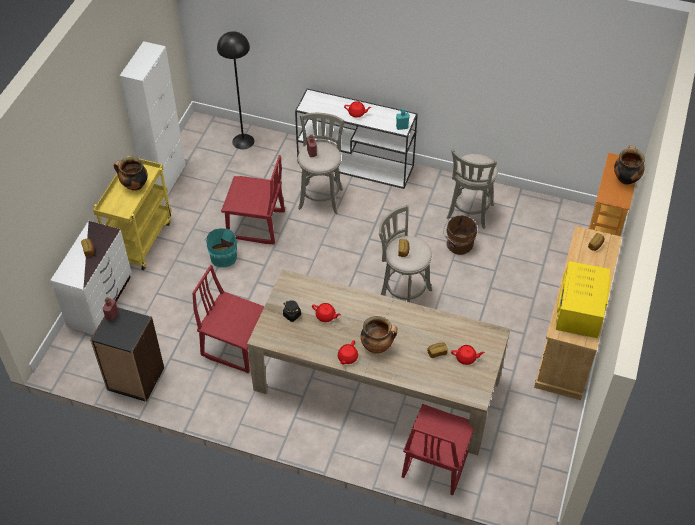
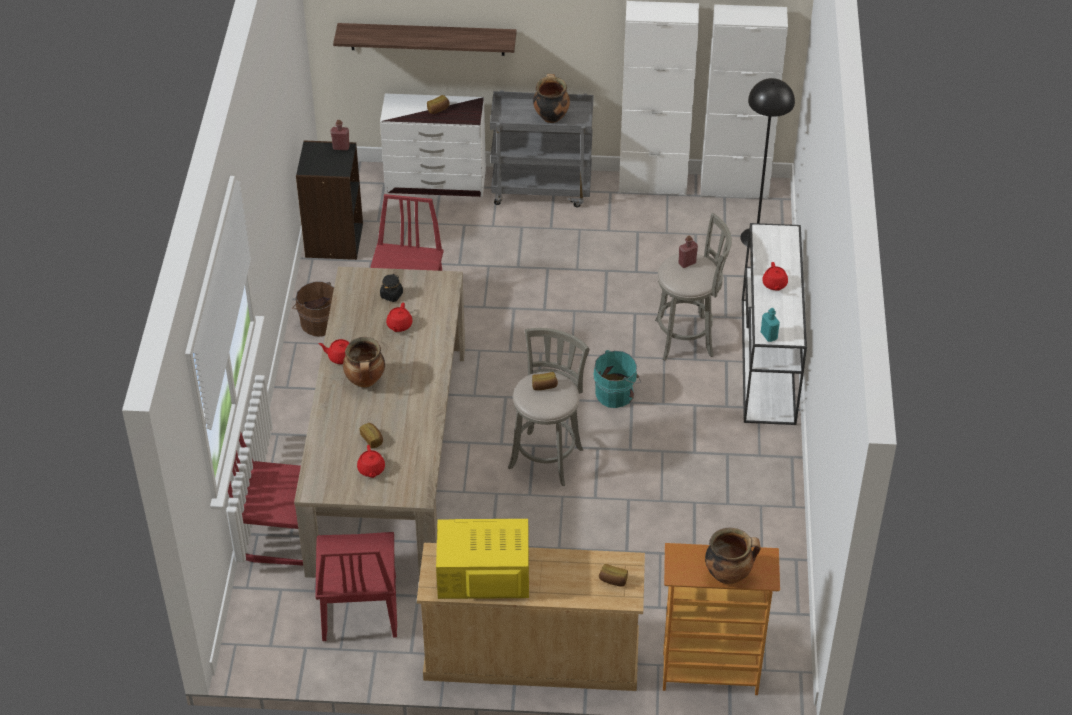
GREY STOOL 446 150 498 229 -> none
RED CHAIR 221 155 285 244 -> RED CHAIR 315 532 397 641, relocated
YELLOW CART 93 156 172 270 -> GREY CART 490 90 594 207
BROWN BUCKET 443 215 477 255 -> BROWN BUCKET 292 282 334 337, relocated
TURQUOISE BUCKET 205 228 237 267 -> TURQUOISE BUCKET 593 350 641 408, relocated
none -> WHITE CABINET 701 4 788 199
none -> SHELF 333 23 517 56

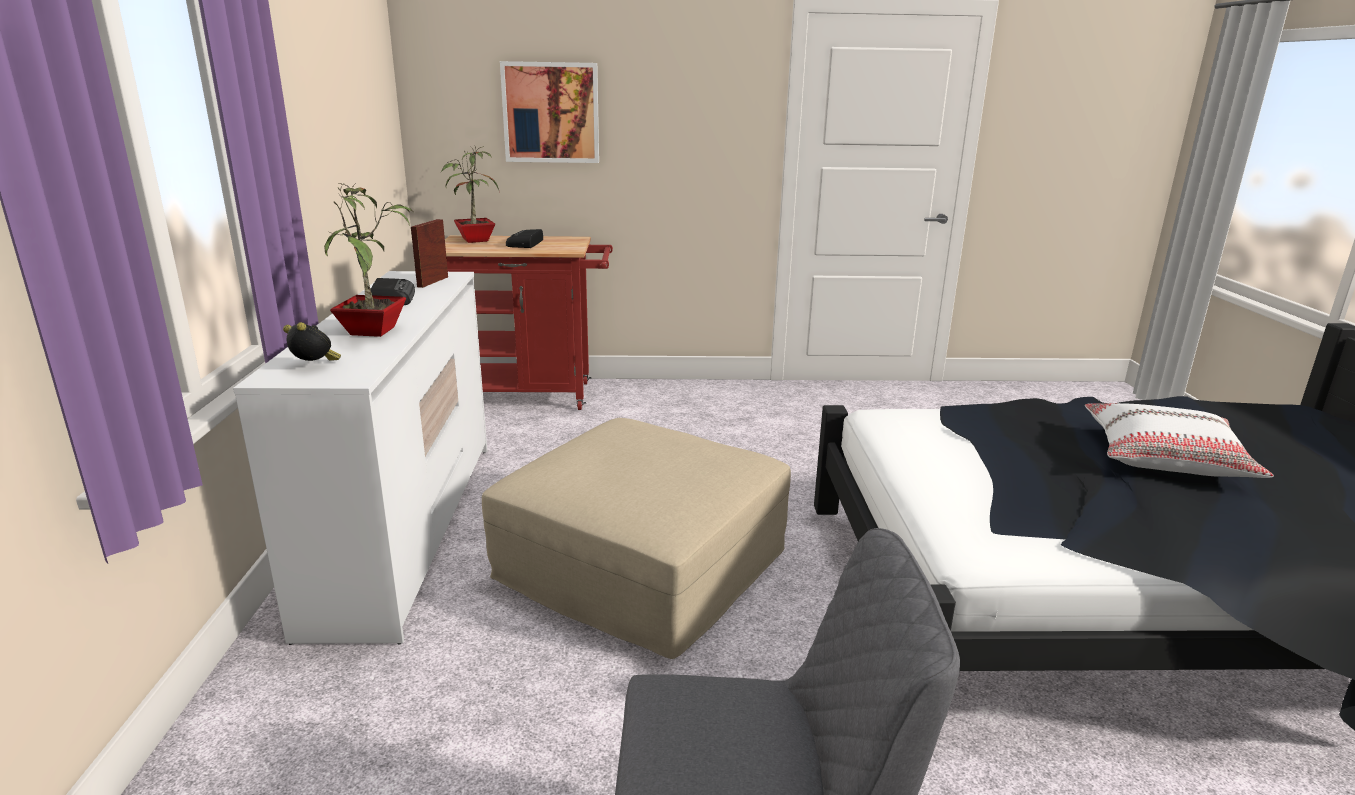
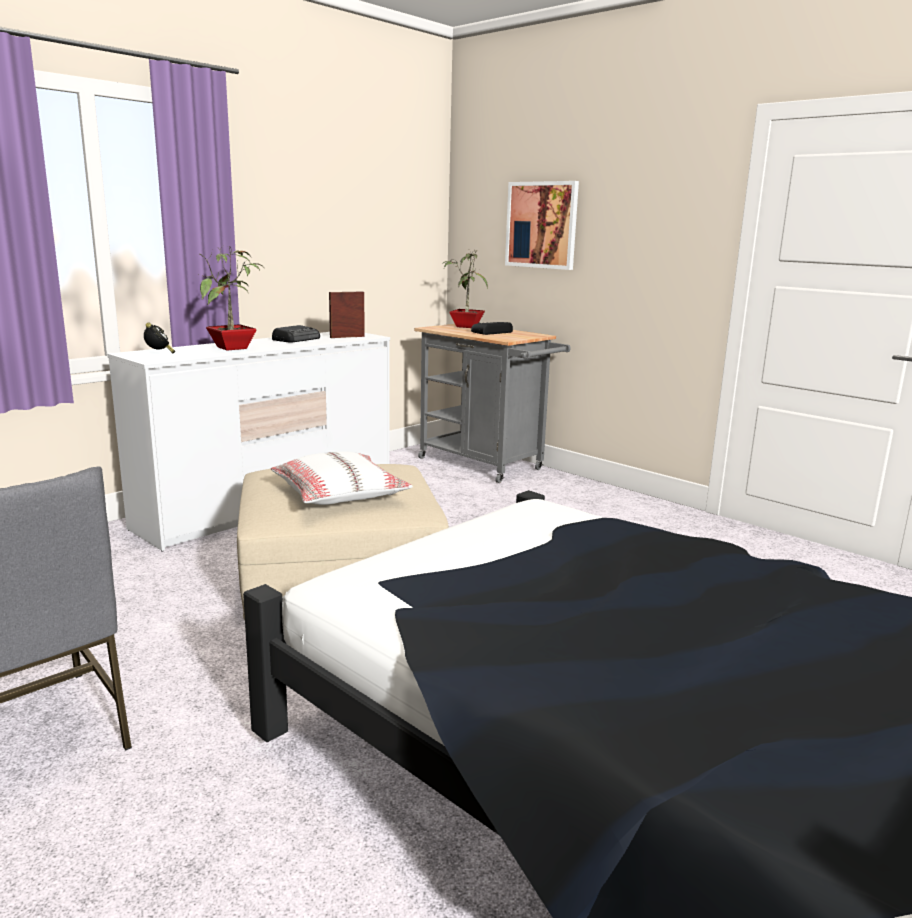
RED CART 445 235 613 410 -> GREY CART 414 324 570 483
WHITE PILLOW 1085 403 1274 478 -> WHITE PILLOW 271 451 413 505, relocated

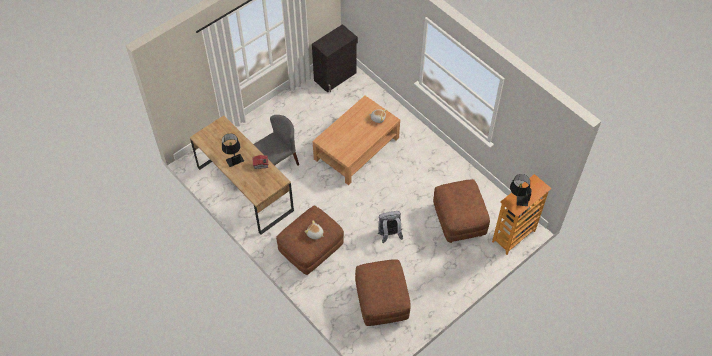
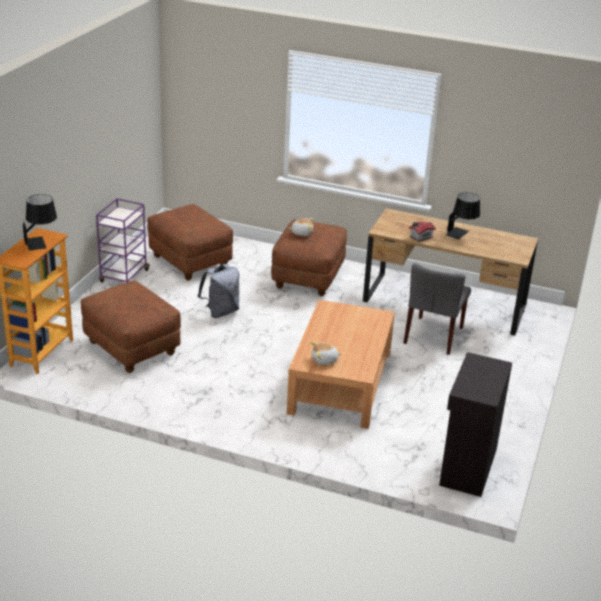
none -> PURPLE CART 96 198 150 283

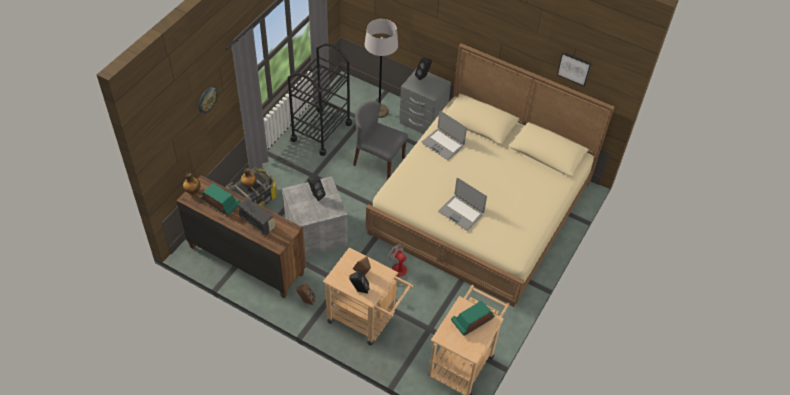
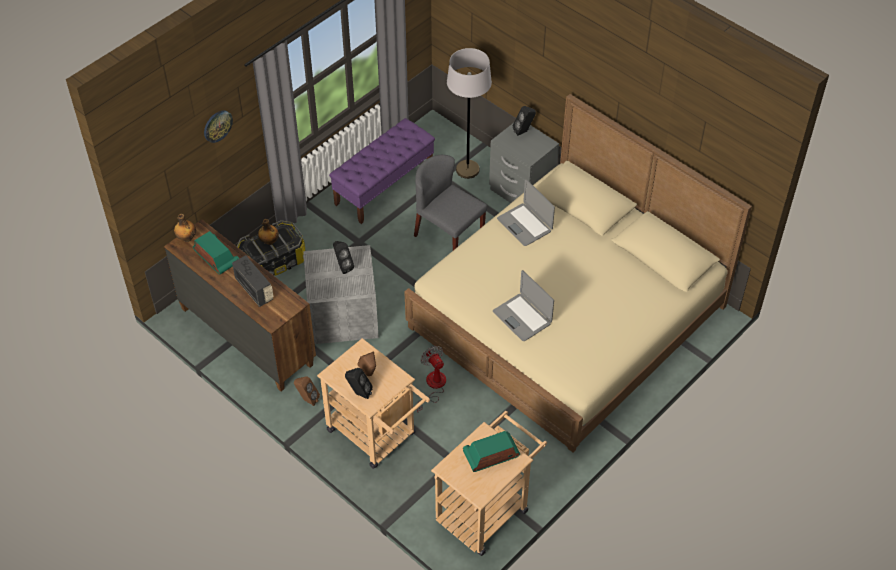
BLACK CART 288 43 352 156 -> PURPLE BENCH 329 118 435 224
PICTURE 557 52 592 86 -> none

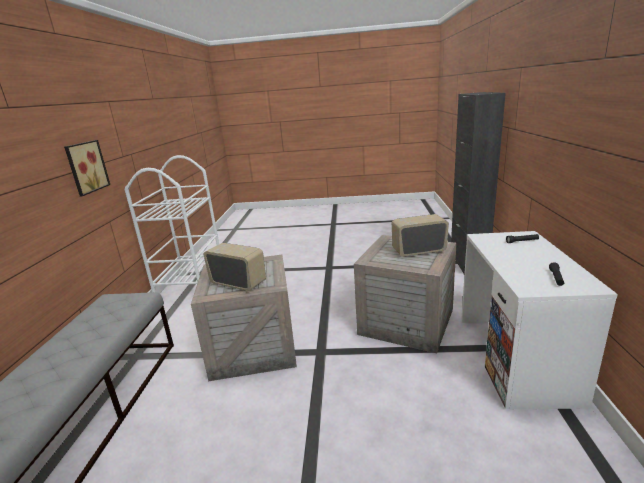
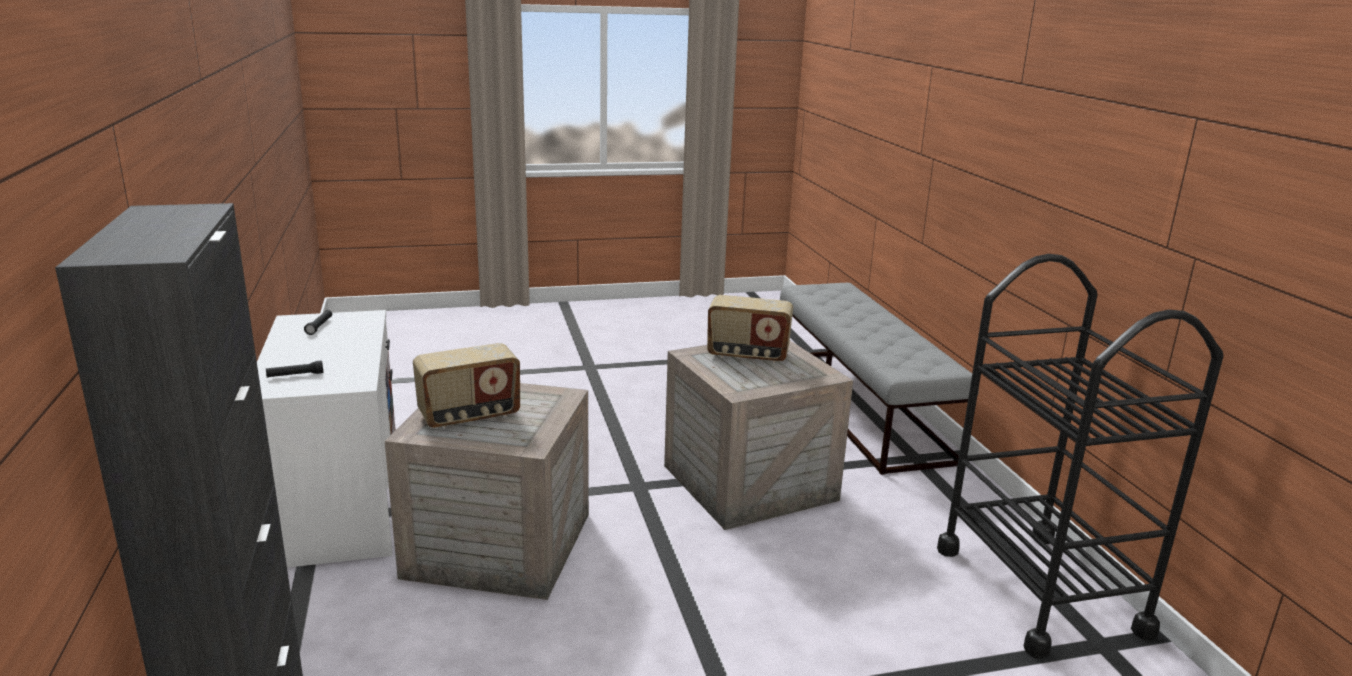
PICTURE 64 140 110 197 -> none
WHITE CART 125 155 219 292 -> BLACK CART 937 254 1223 659

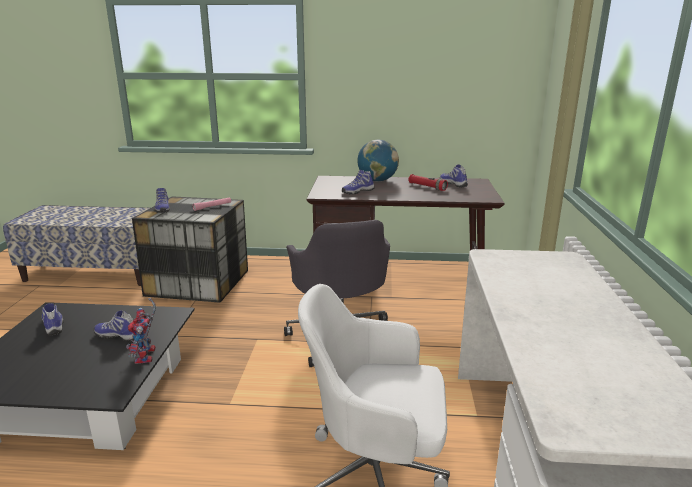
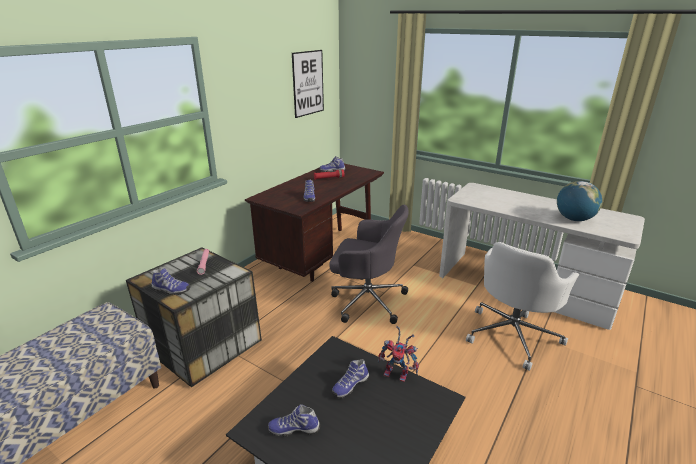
GLOBE 357 140 399 181 -> GLOBE 557 181 602 221, relocated
none -> PICTURE 292 50 324 118

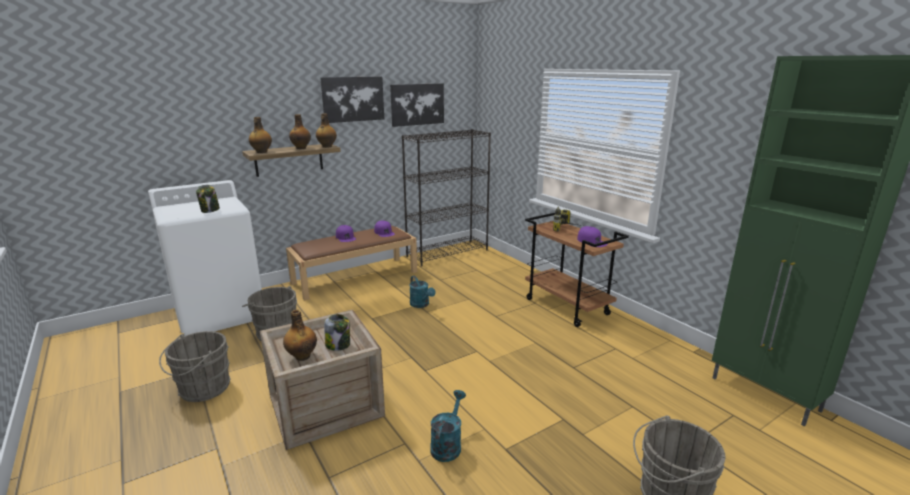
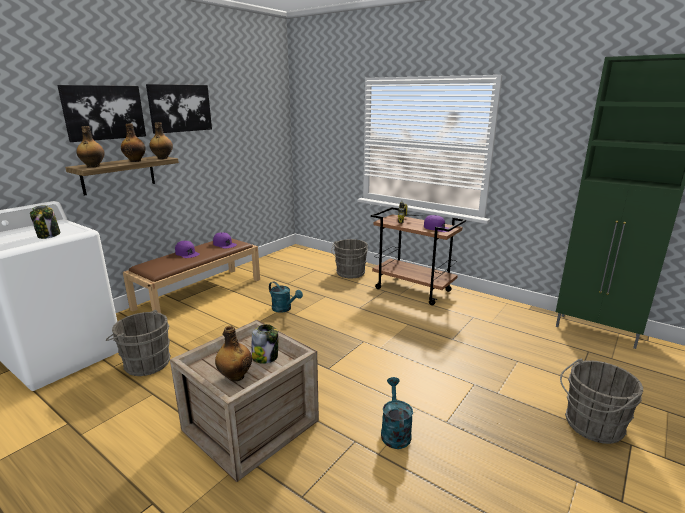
PICTURE 390 83 444 127 -> PICTURE 57 85 146 142, relocated
BLACK BOOKCASE 402 129 491 267 -> none
GREY BUCKET 159 331 231 402 -> GREY BUCKET 331 239 368 278, relocated

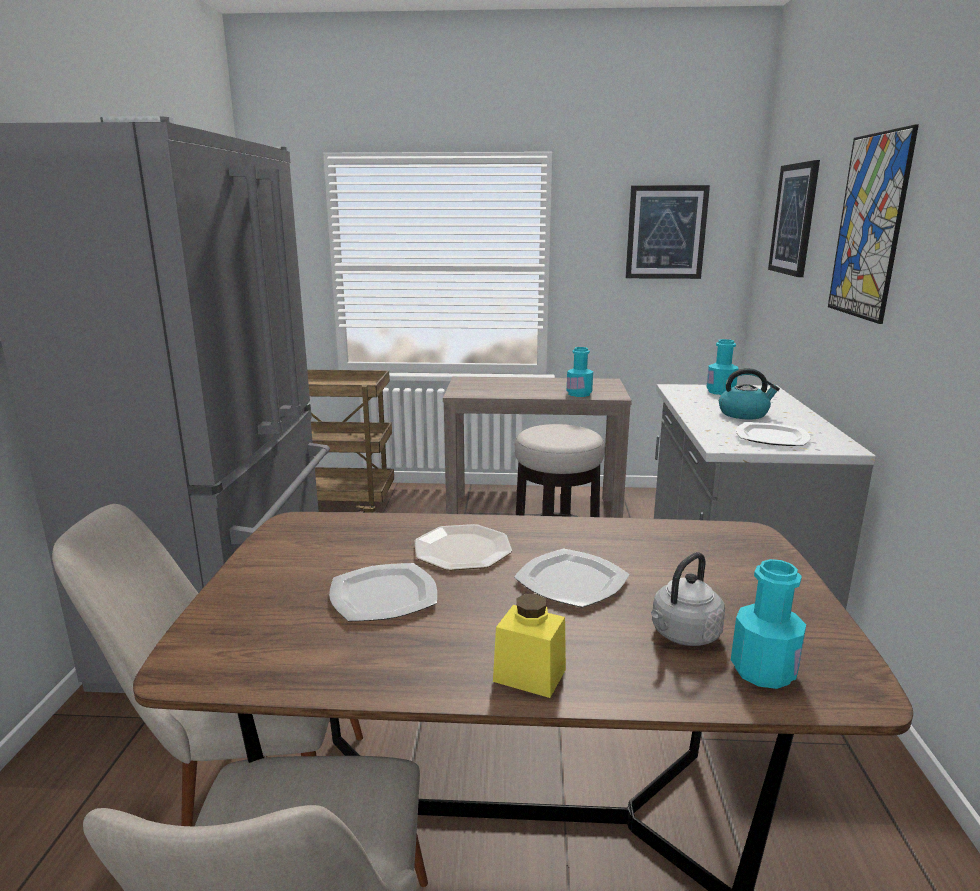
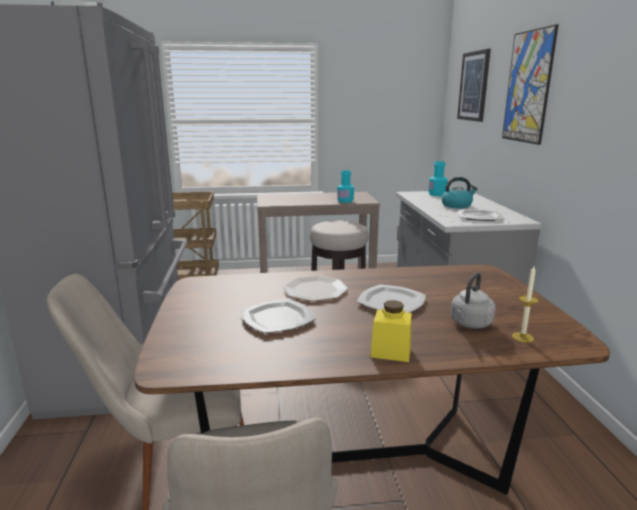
PICTURE 625 185 710 279 -> none
TURQUOISE BOTTLE 731 559 806 689 -> CANDLE 512 266 538 343

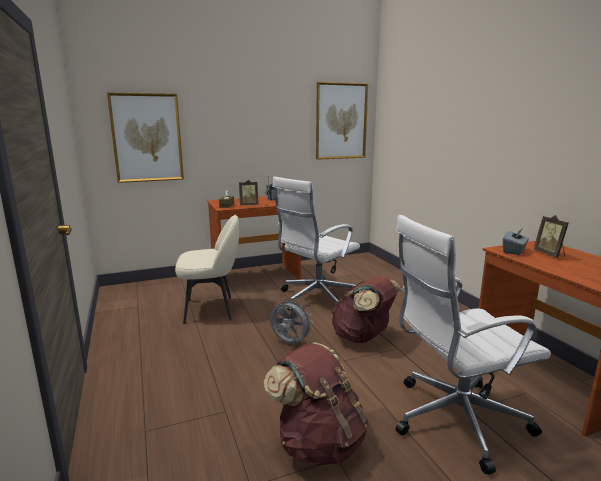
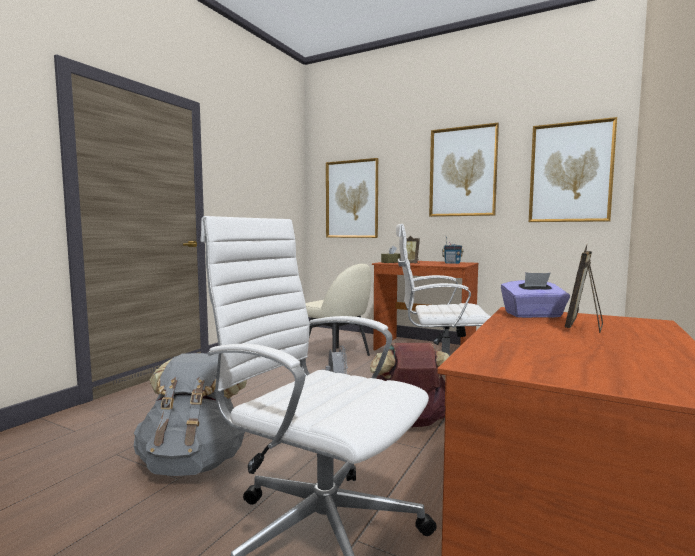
GREY TISSUE BOX 503 228 529 255 -> PURPLE TISSUE BOX 501 272 570 318
BROWN BACKPACK 264 342 369 465 -> GREY BACKPACK 134 353 247 476
none -> PICTURE 429 123 499 217

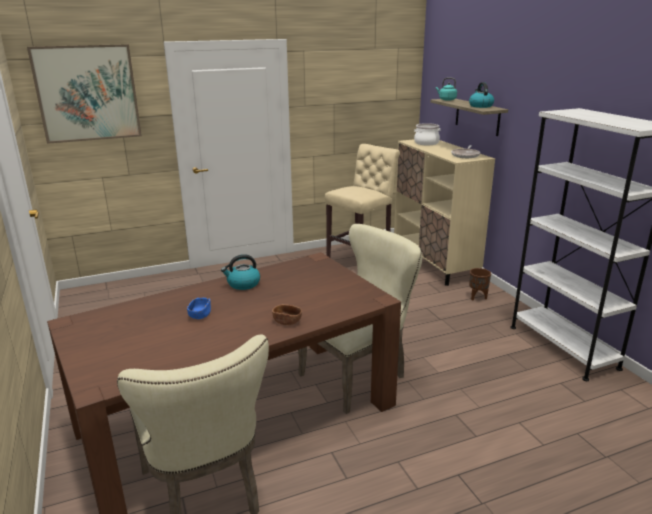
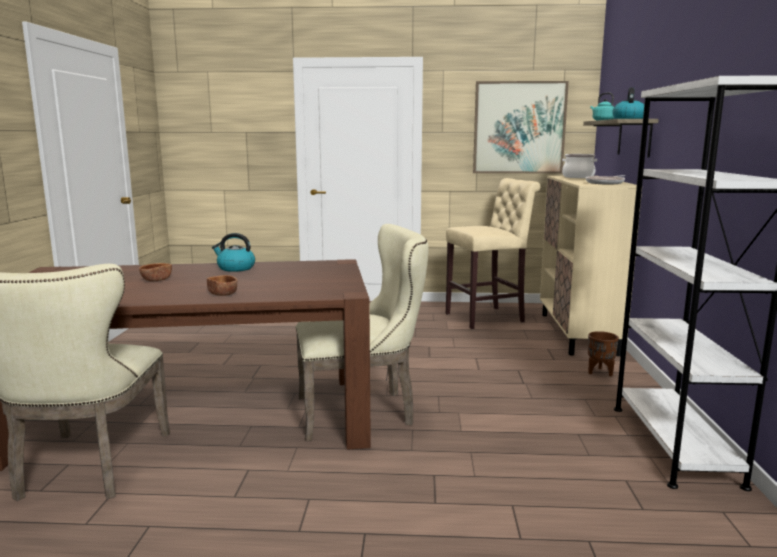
PICTURE 27 44 142 144 -> PICTURE 473 81 569 173, relocated
BLUE BOWL 187 298 211 319 -> BROWN BOWL 139 263 172 281

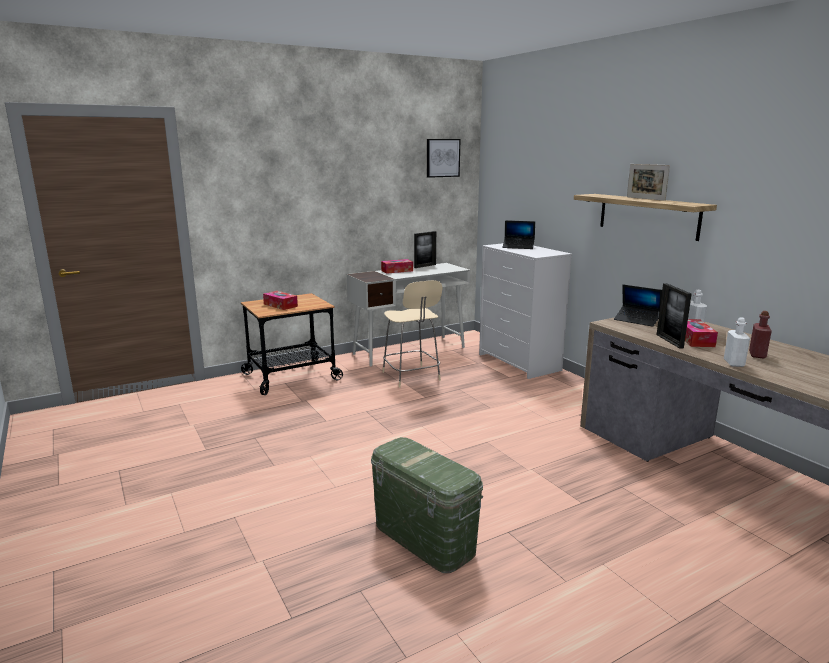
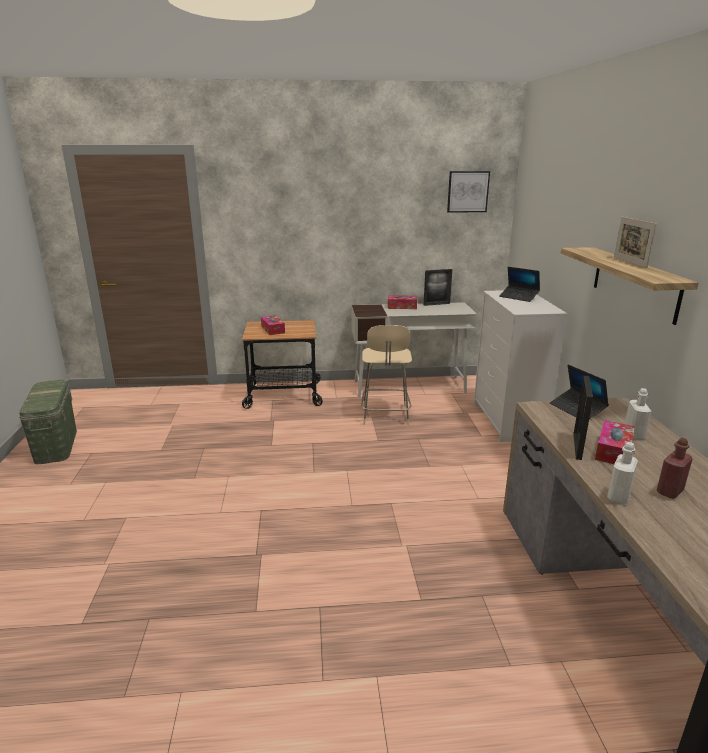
GREEN STORAGE BOX 371 437 483 573 -> GREEN STORAGE BOX 19 380 77 464, relocated

